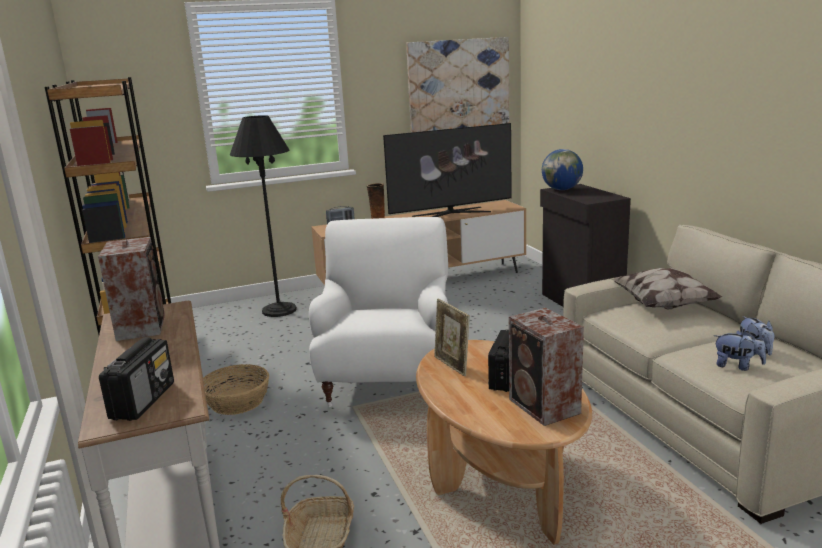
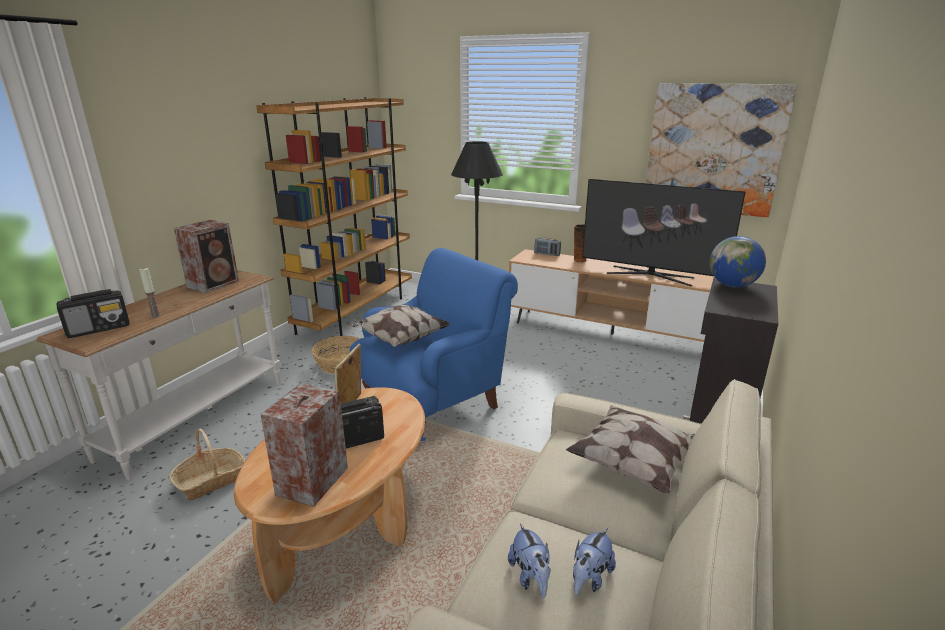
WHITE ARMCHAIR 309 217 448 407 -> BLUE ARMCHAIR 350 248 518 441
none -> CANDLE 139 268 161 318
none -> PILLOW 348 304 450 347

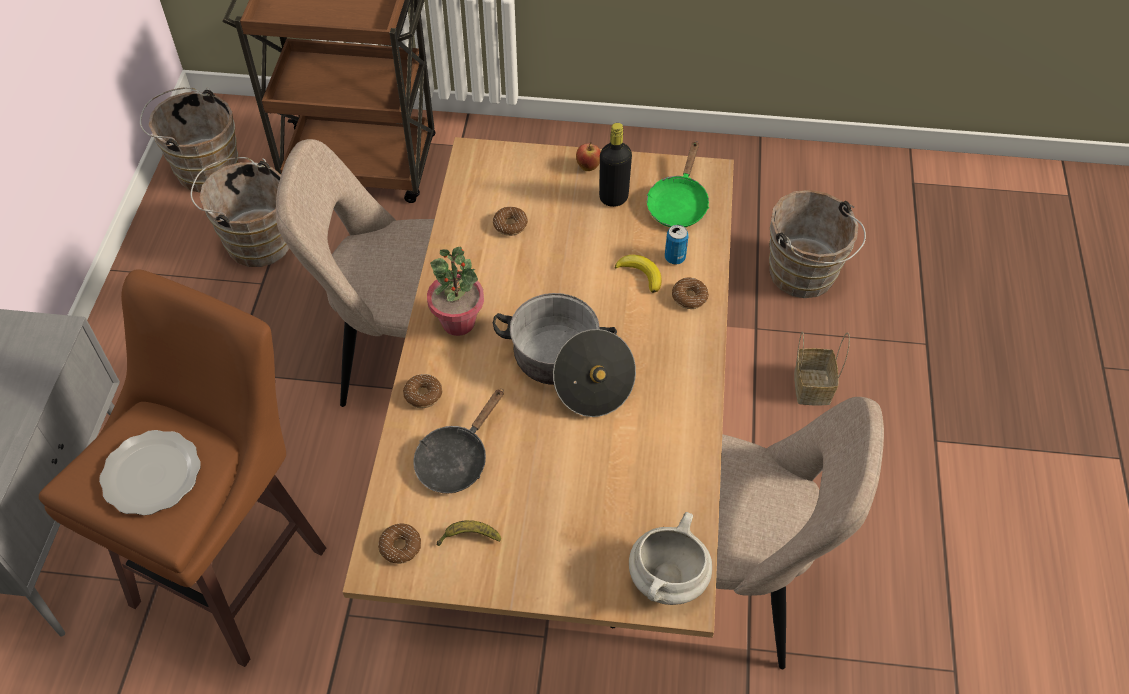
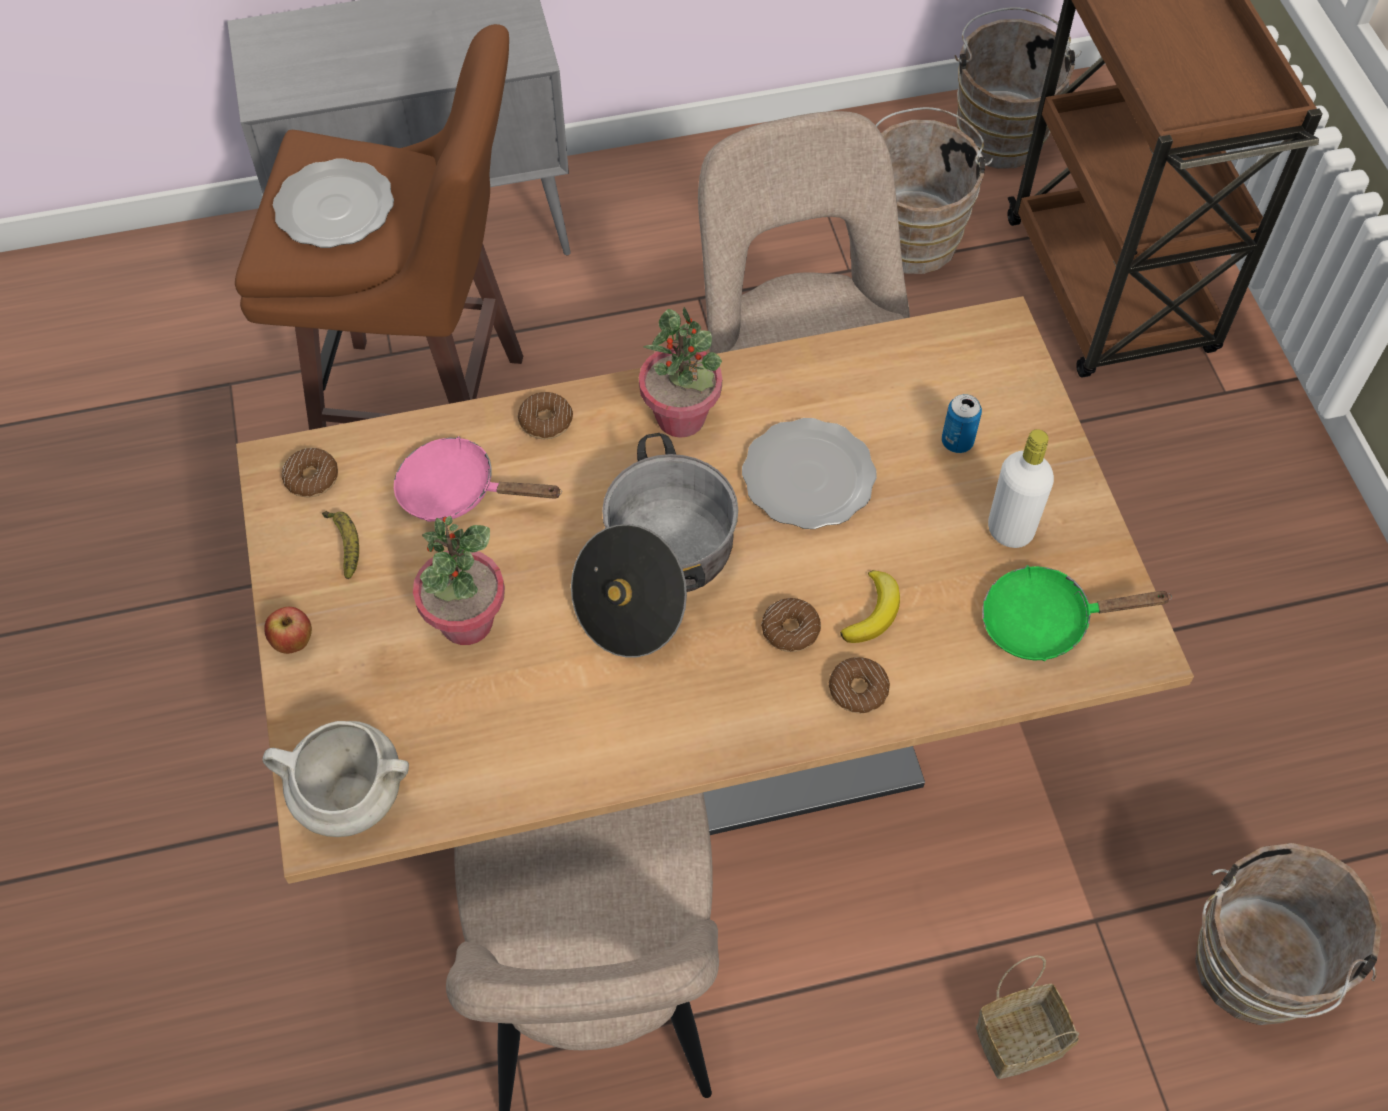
BLACK BOTTLE 599 123 632 207 -> WHITE BOTTLE 988 429 1054 548
APPLE 576 142 601 171 -> APPLE 264 607 312 654, relocated
DONUT 493 207 528 236 -> DONUT 761 598 821 652, relocated
CAN 665 225 689 264 -> CAN 942 394 982 453, relocated
BLACK FRYING PAN 413 389 503 493 -> PINK FRYING PAN 394 436 562 522
none -> PLATE 742 418 877 529
none -> POTTED PLANT 413 516 505 645

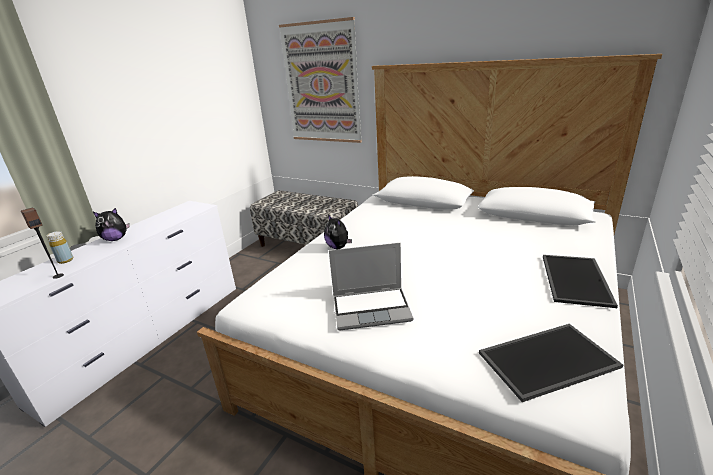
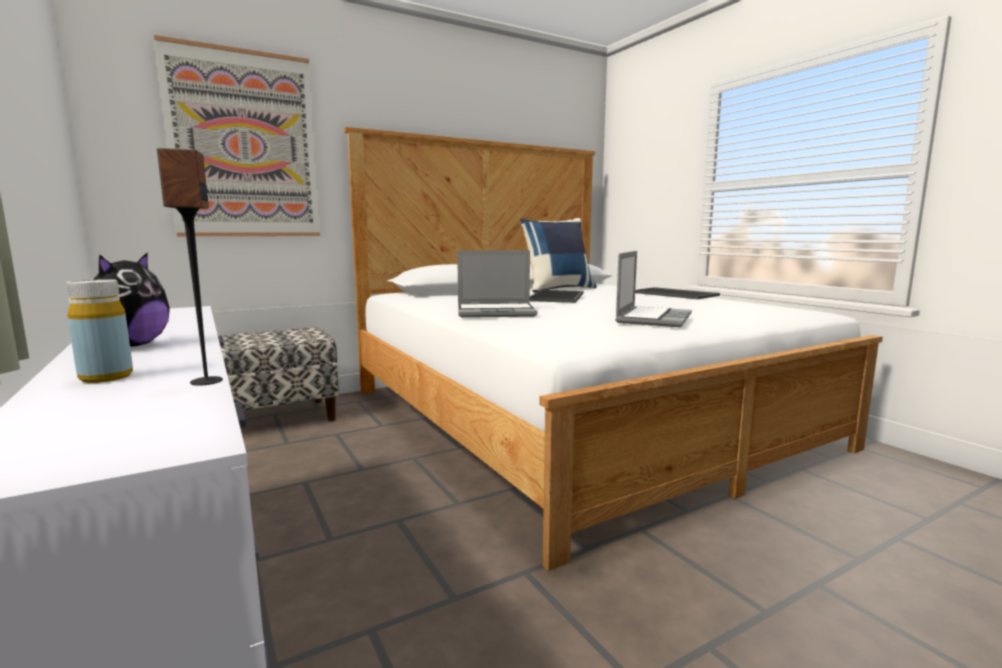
PLUSH TOY 324 215 352 249 -> LAPTOP 457 250 538 318
TRAY 479 324 623 402 -> TRAY 530 290 584 303, relocated
none -> BLUE PILLOW 520 218 597 293

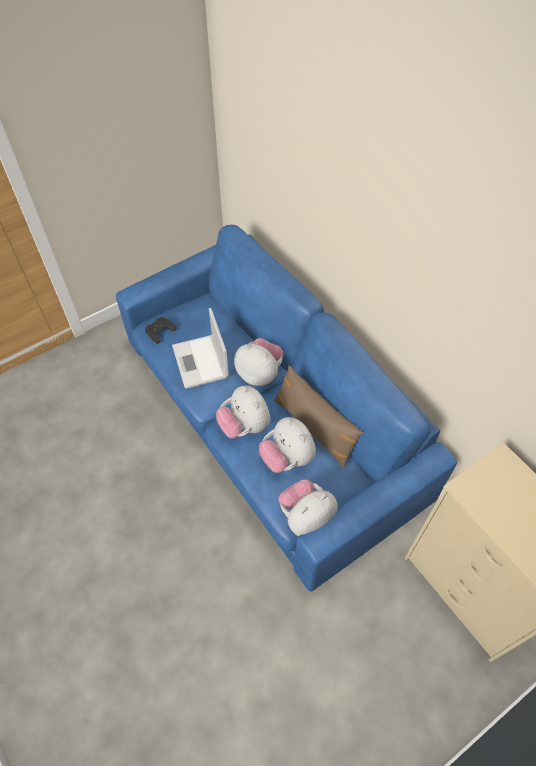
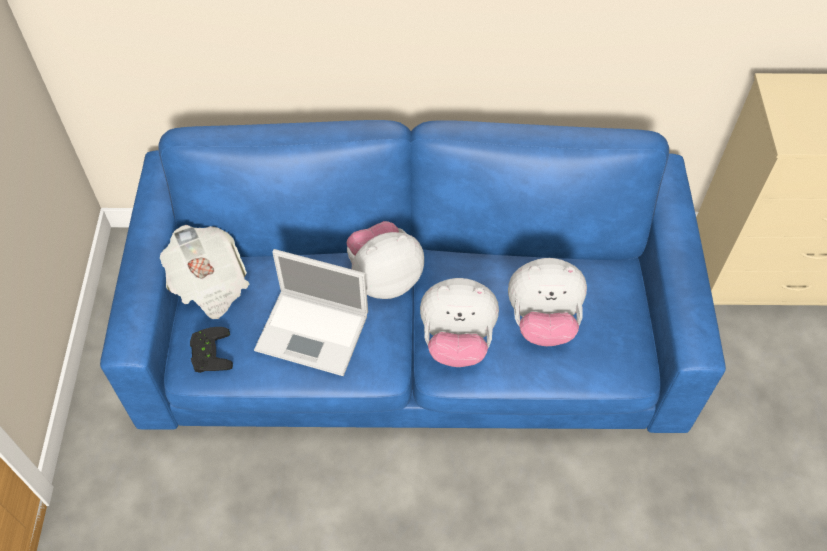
BROWN PILLOW 274 365 364 469 -> none
PLUSH TOY 278 479 338 536 -> none
none -> NEWSPAPER 160 225 249 319

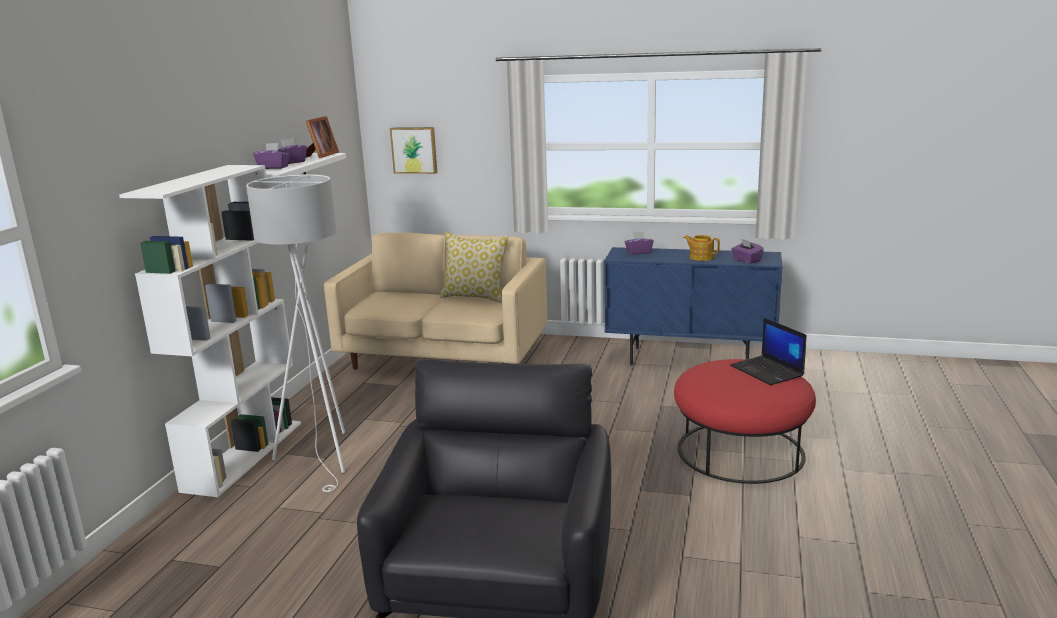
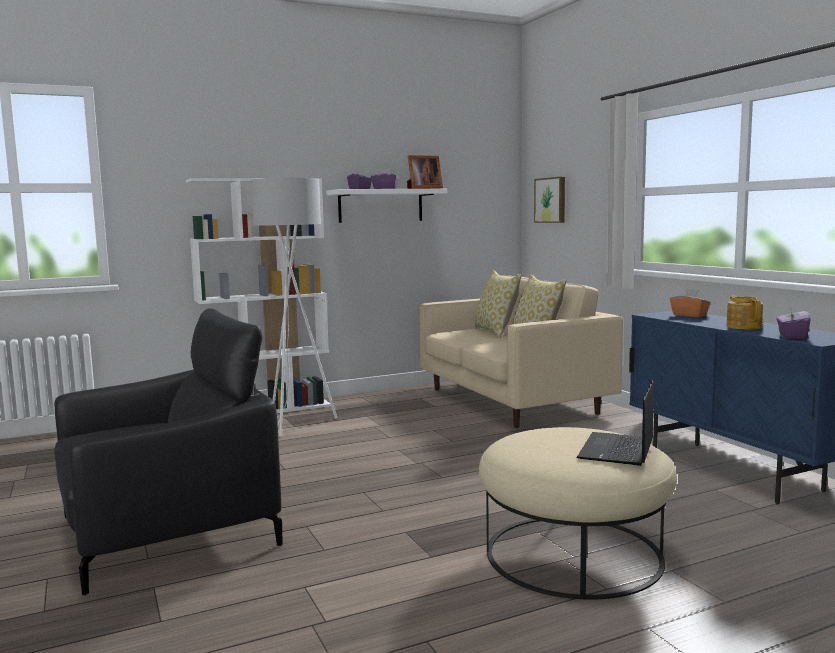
PURPLE TISSUE BOX 625 232 654 255 -> ORANGE TISSUE BOX 670 289 711 317
RED OTTOMAN 674 359 816 484 -> BEIGE OTTOMAN 479 427 677 600
none -> PILLOW 474 270 522 338

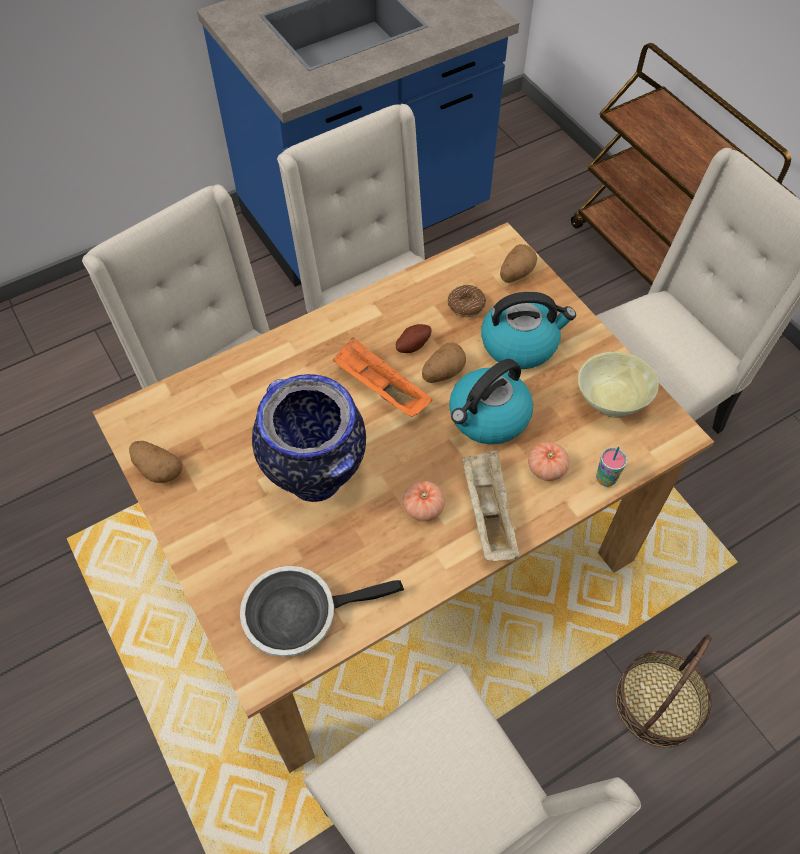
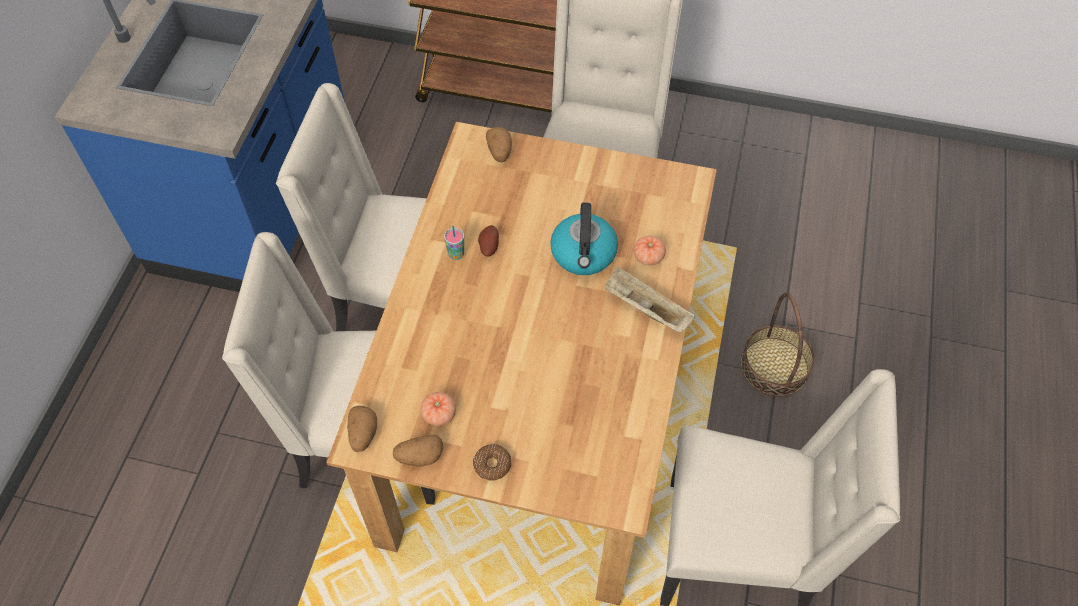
DONUT 448 285 486 317 -> DONUT 473 444 511 481, relocated
KETTLE 481 292 576 369 -> none
ORANGE TRAY 333 337 433 416 -> none
POTATO 422 342 466 383 -> POTATO 347 406 377 452, relocated
BEIGE BOWL 578 352 659 418 -> none
VASE 252 374 366 502 -> none
CUP 596 447 627 487 -> CUP 444 225 464 260, relocated
TOMATO 403 481 445 522 -> TOMATO 420 392 456 426, relocated
FRYING PAN 240 566 404 657 -> none

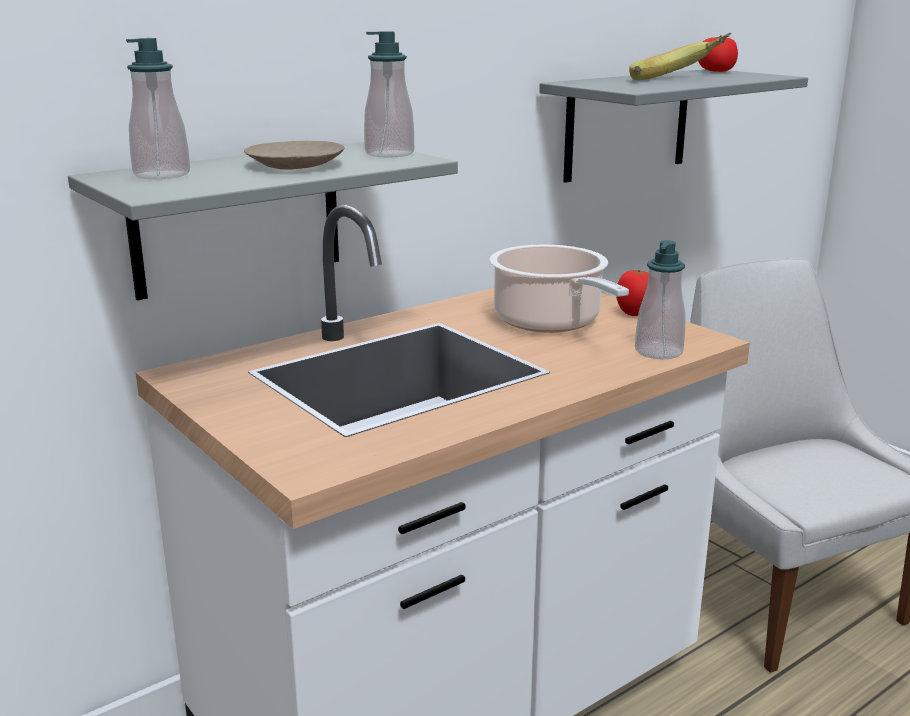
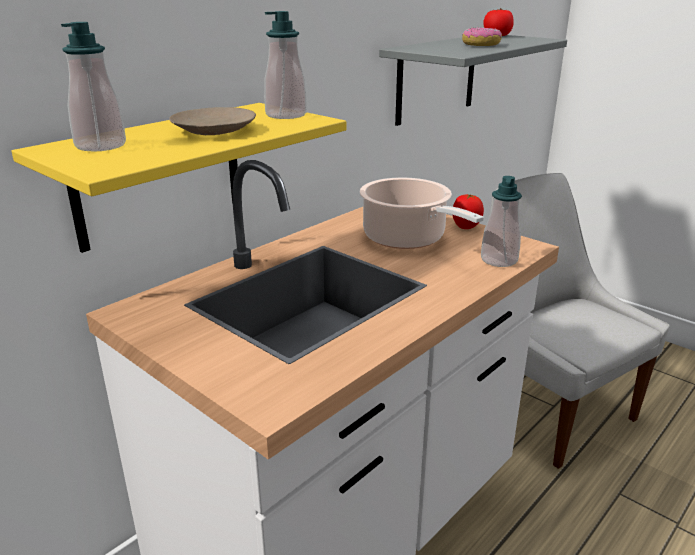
BANANA 629 33 732 80 -> DONUT 462 27 502 46
GREY SHELF 68 142 458 301 -> YELLOW SHELF 11 103 346 253

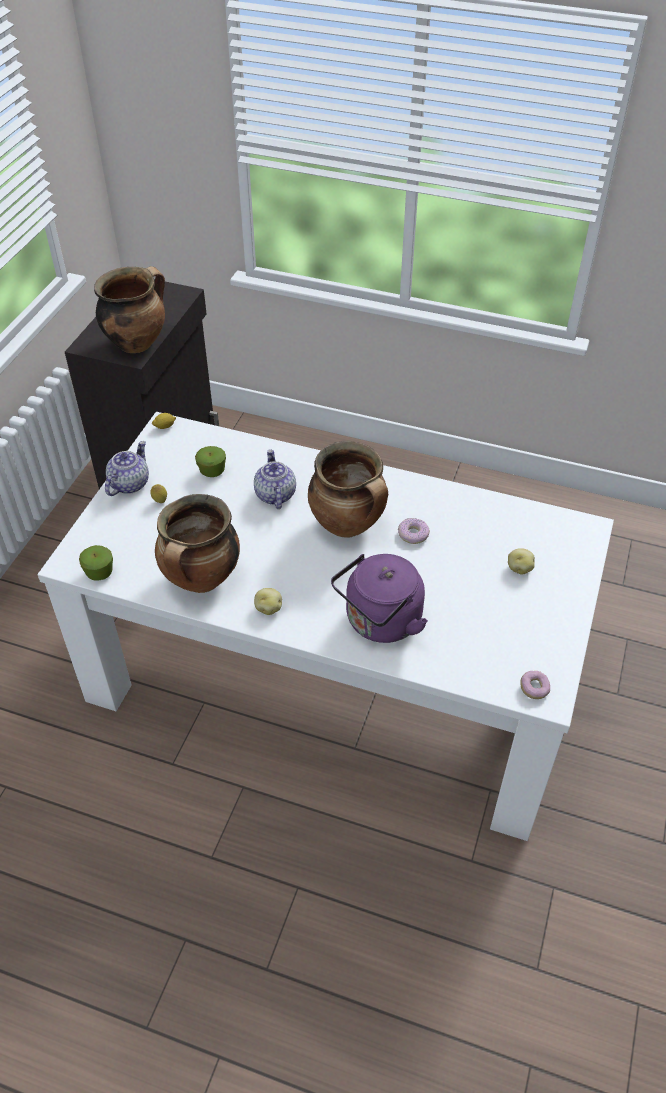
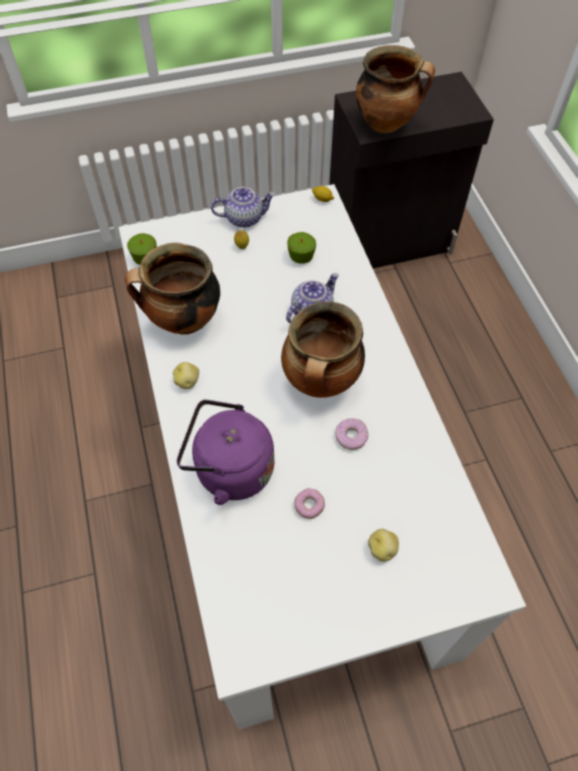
DONUT 521 671 550 699 -> DONUT 294 488 325 519, relocated

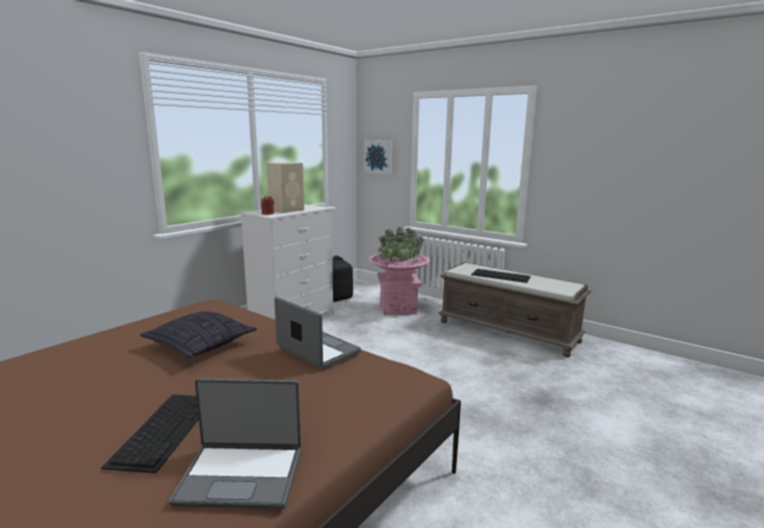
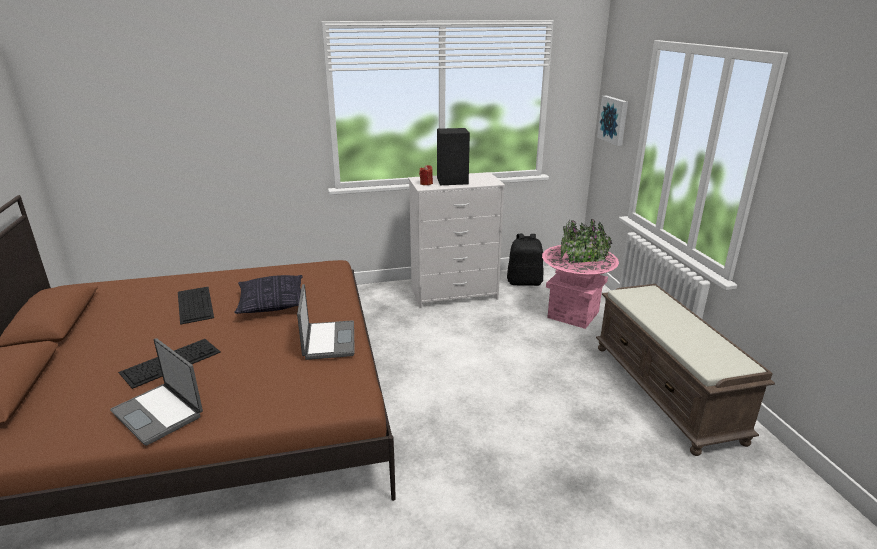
BEIGE SPEAKER 266 162 304 213 -> BLACK SPEAKER 437 128 470 185
KEYBOARD 471 269 531 283 -> KEYBOARD 178 287 214 325, relocated

